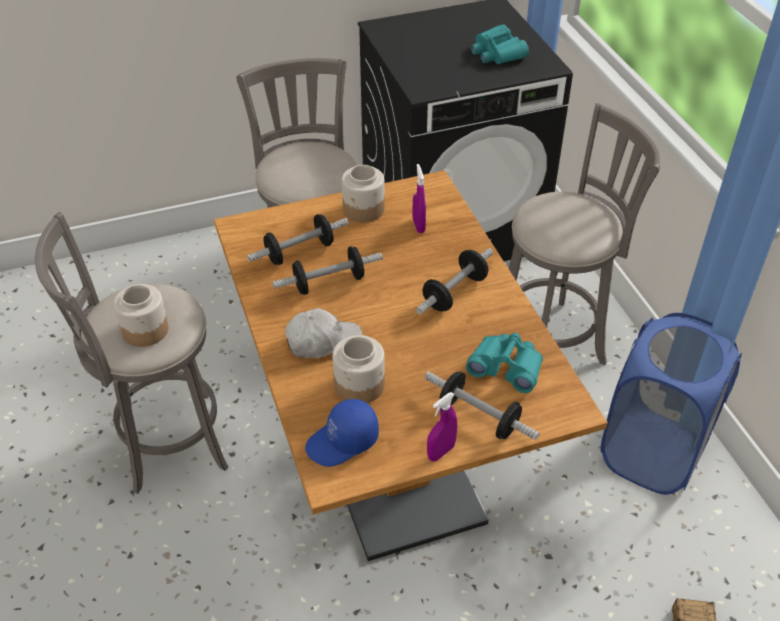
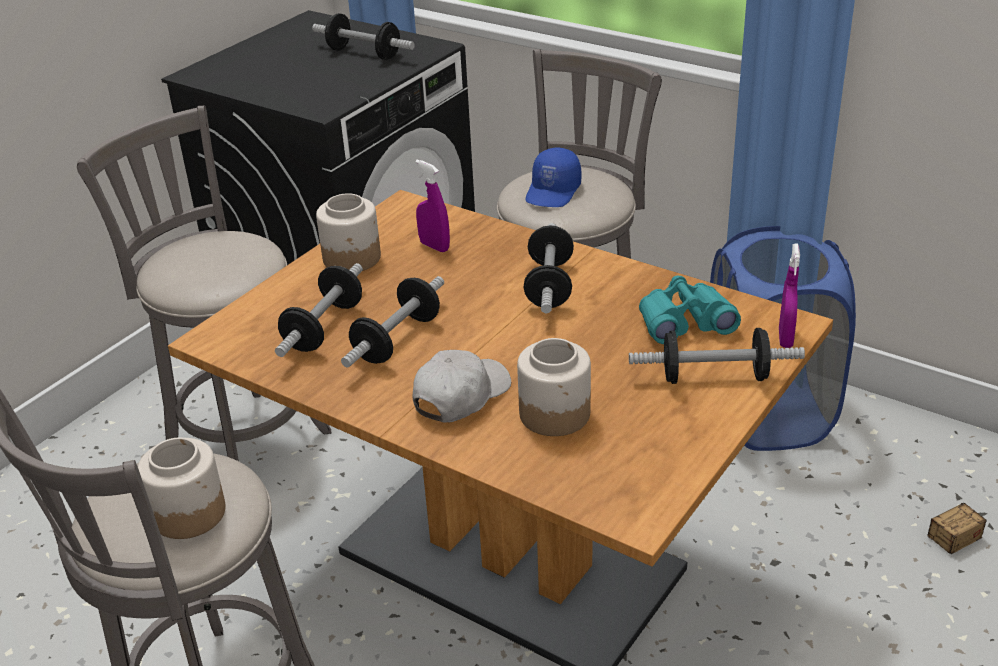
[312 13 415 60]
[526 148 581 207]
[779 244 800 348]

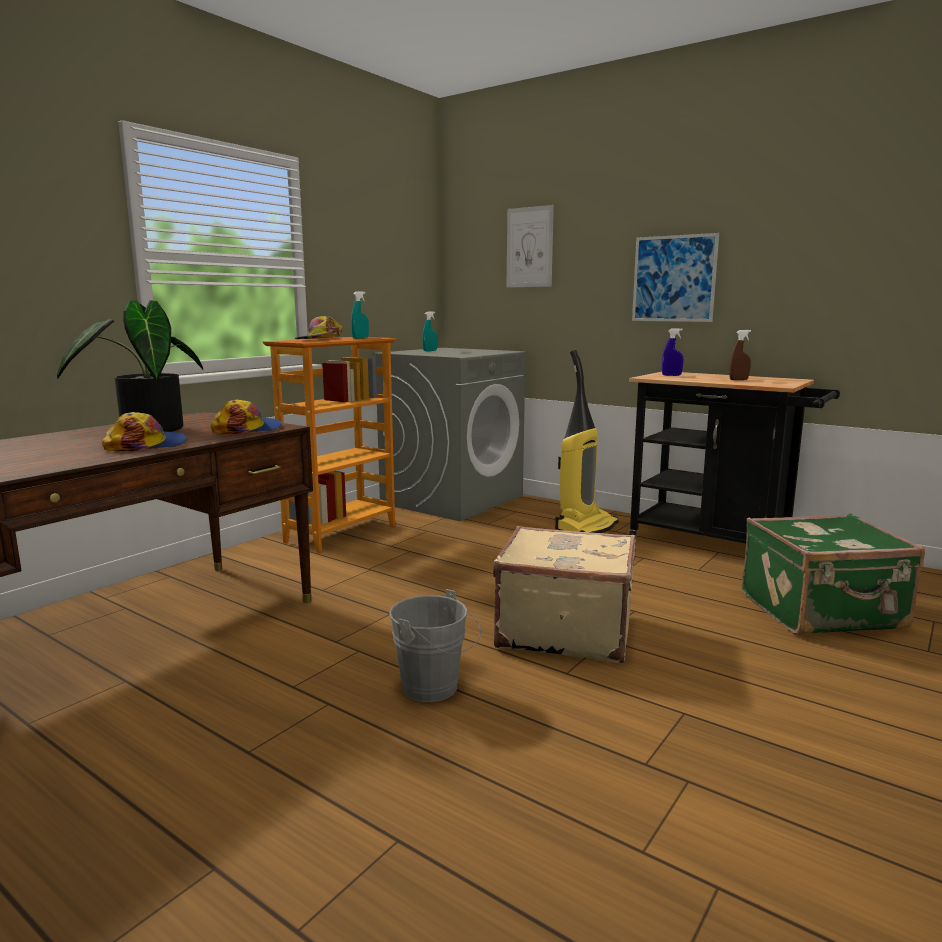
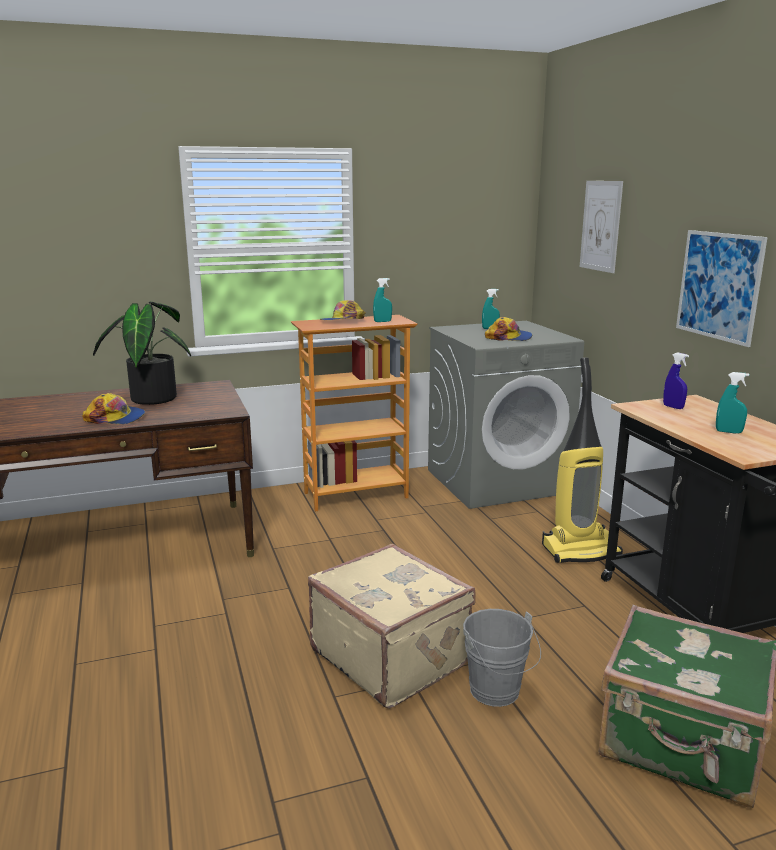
[463 609 541 707]
[485 317 532 341]
[716 372 749 434]

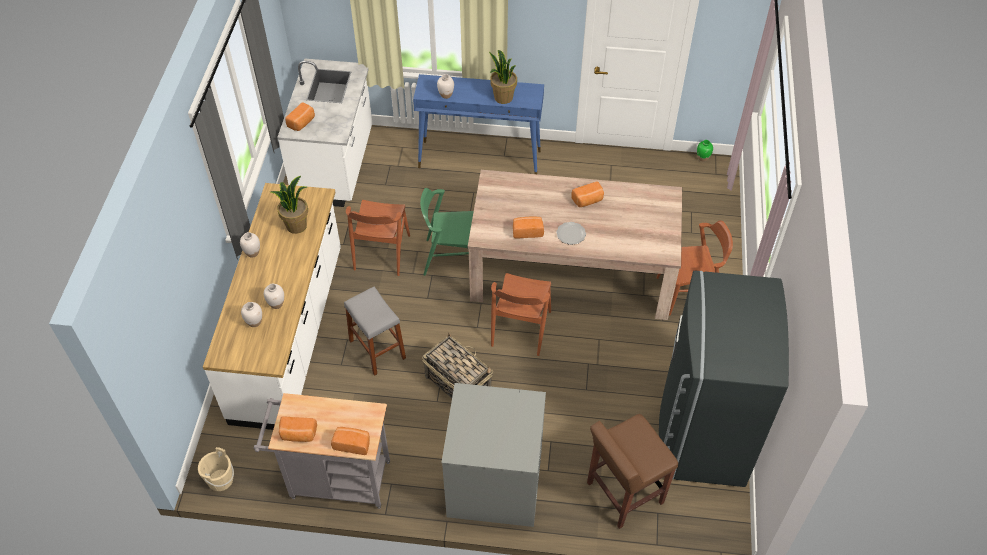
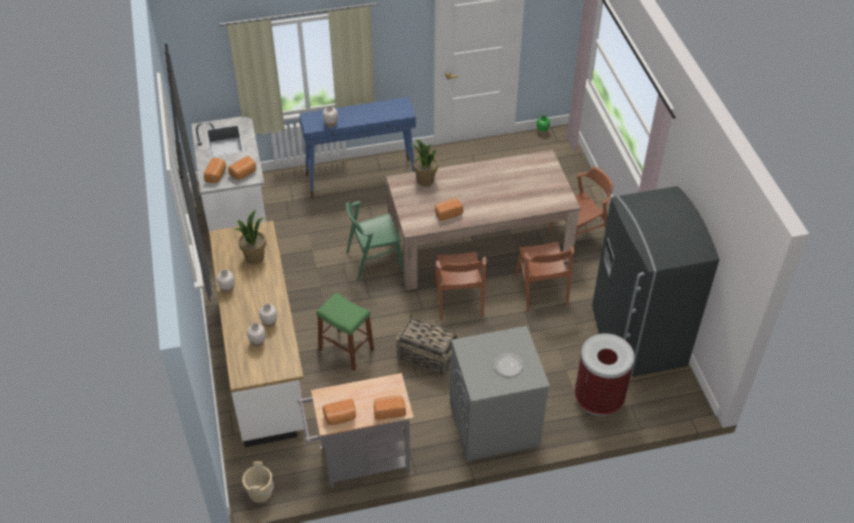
[228 156 256 180]
[316 292 374 371]
[410 140 438 186]
[494 353 523 376]
[515 242 574 312]
[575 333 635 416]

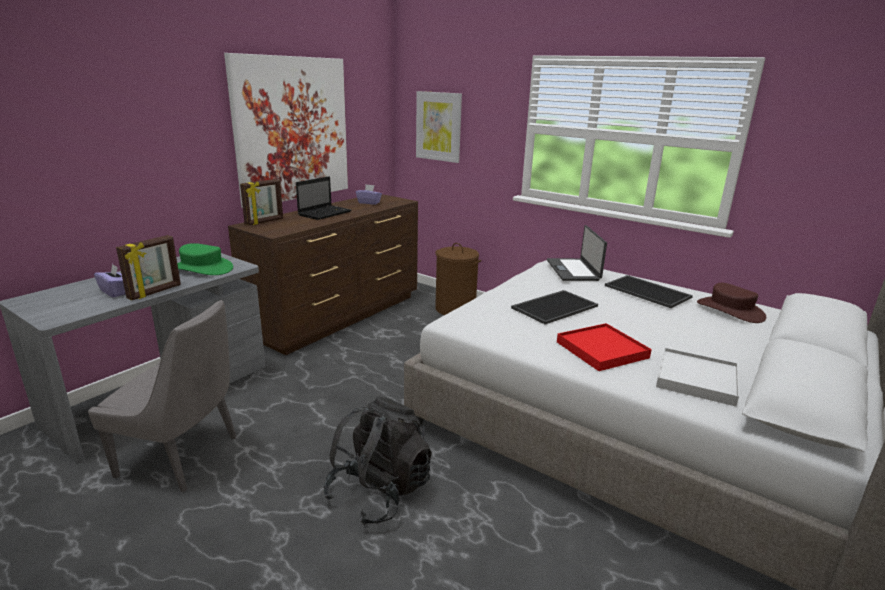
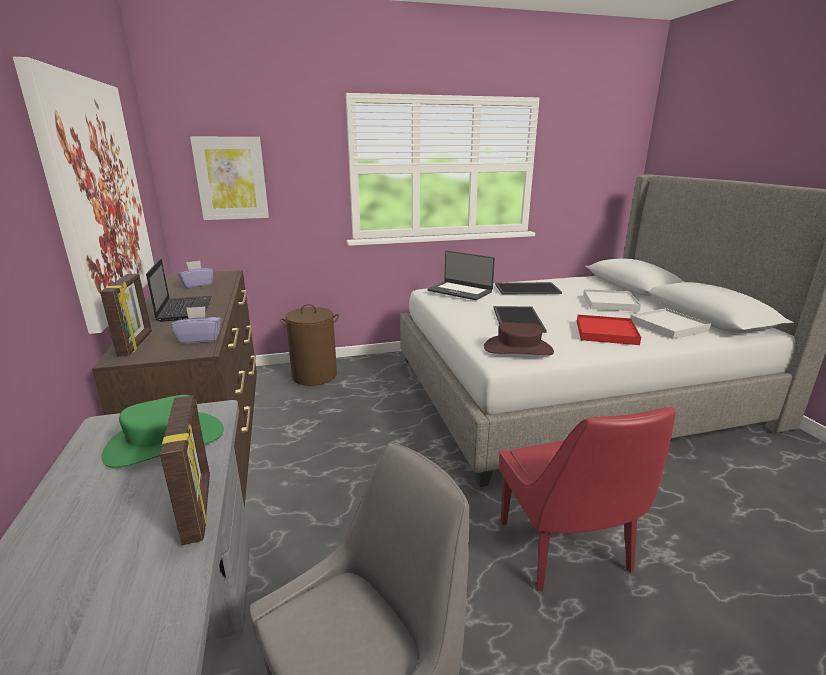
[171 306 221 344]
[484 322 554 356]
[499 407 676 591]
[583 289 641 312]

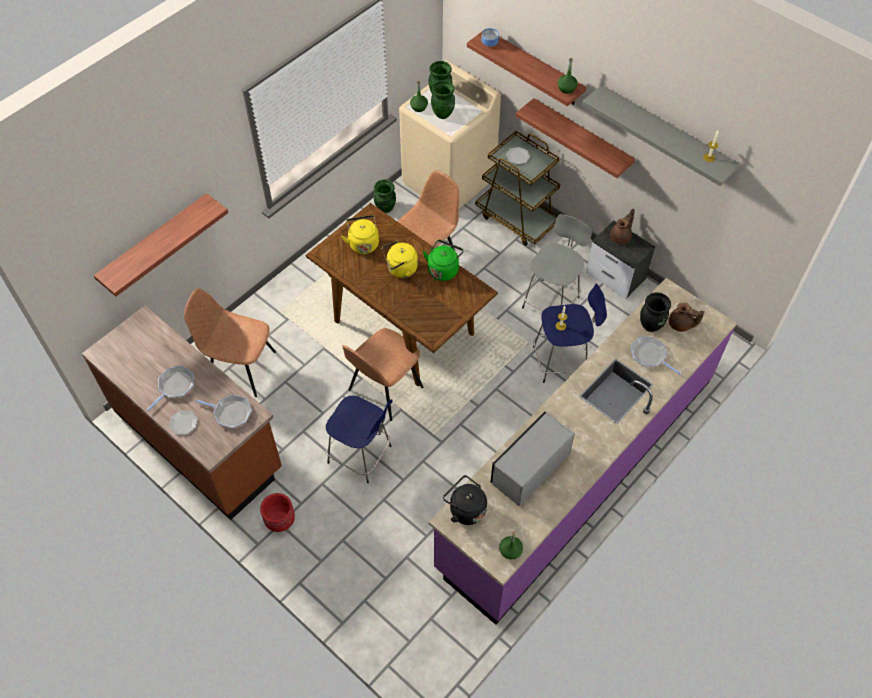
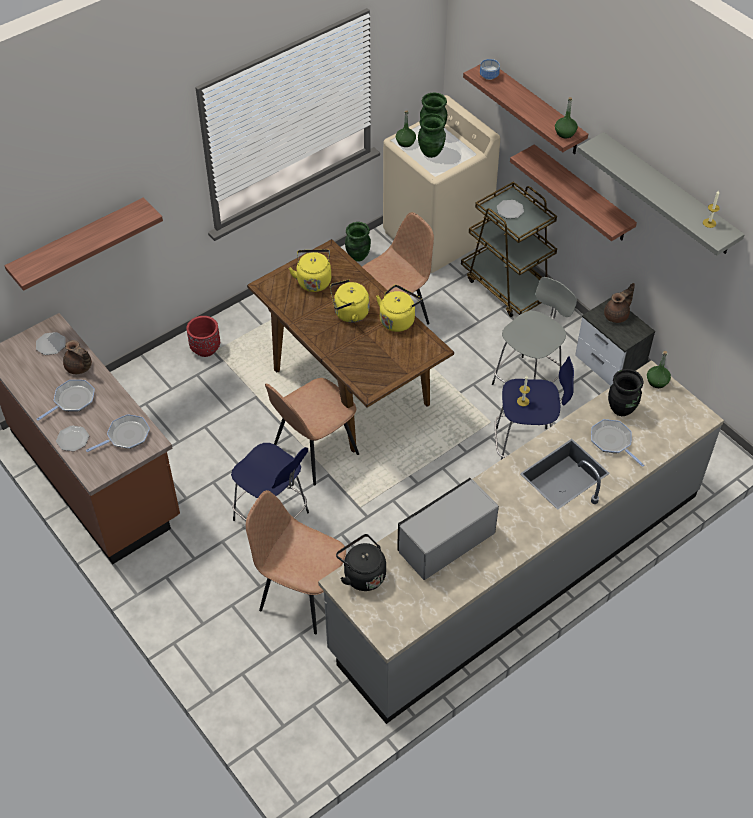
[36 332 66 355]
[63 340 92 374]
[86 414 150 452]
[186 316 220 357]
[246 490 346 634]
[318 360 724 724]
[376 285 422 332]
[647 351 671 388]

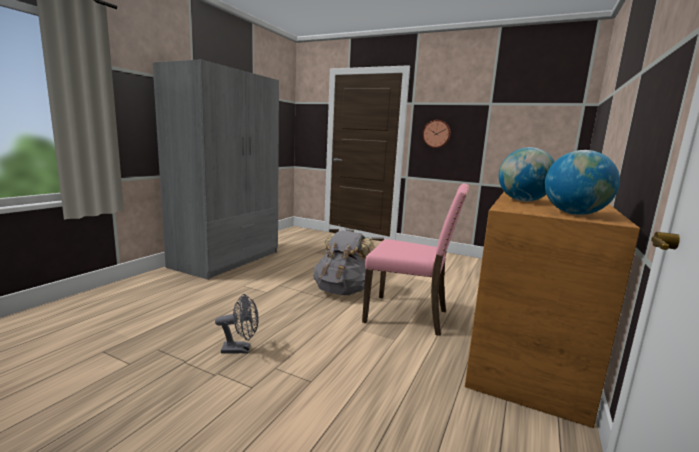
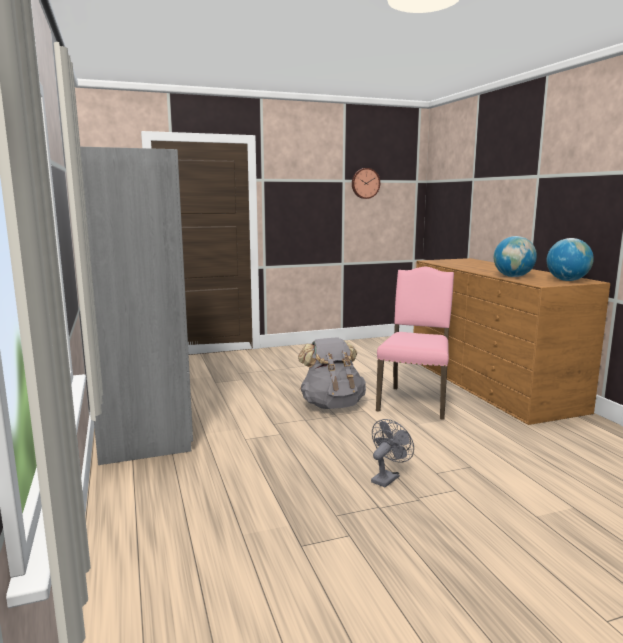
[352 168 380 199]
[376 266 454 420]

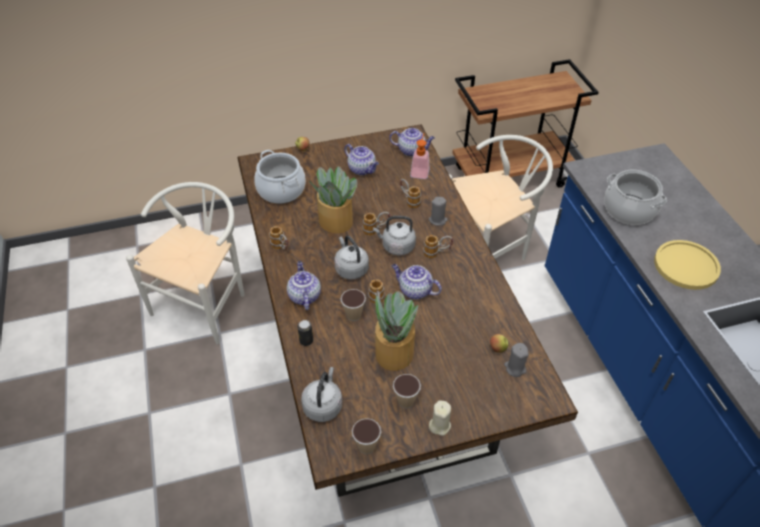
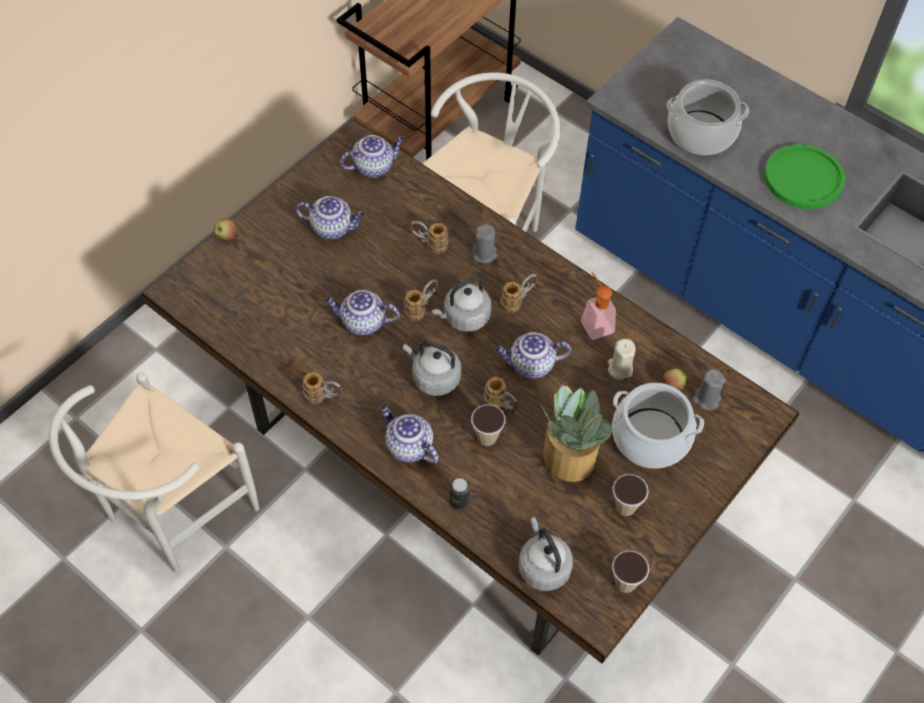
[49 372 259 572]
[325 290 399 336]
[581 272 616 340]
[608 339 636 380]
[612 383 704 469]
[765 144 845 209]

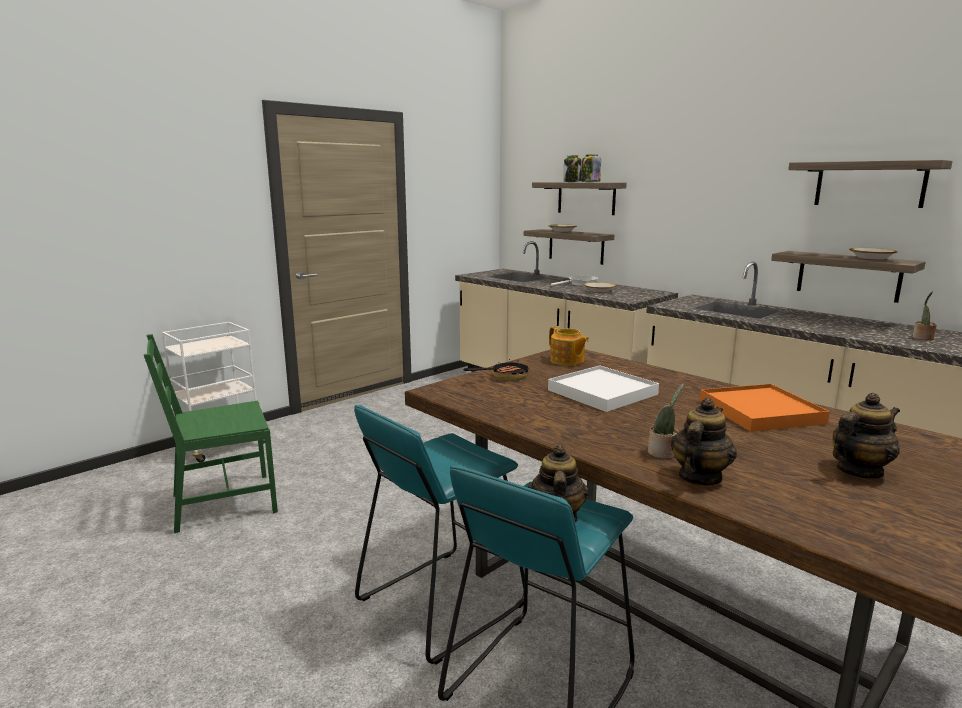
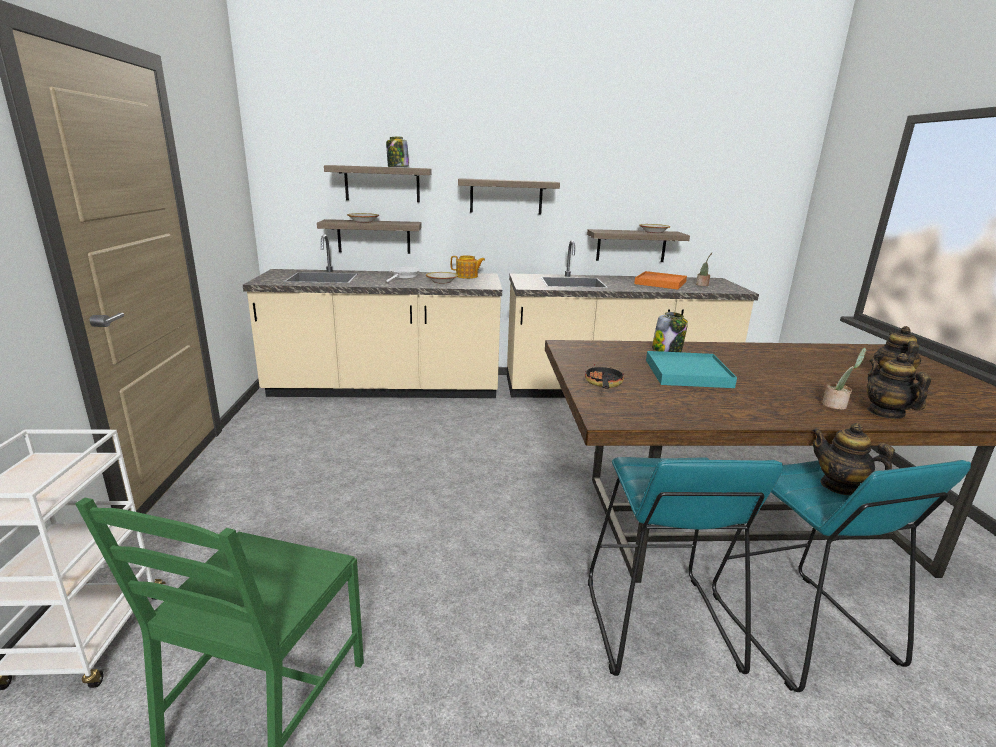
[451 255 485 279]
[458 178 560 214]
[634 271 687 290]
[646 351 737 388]
[652 312 688 352]

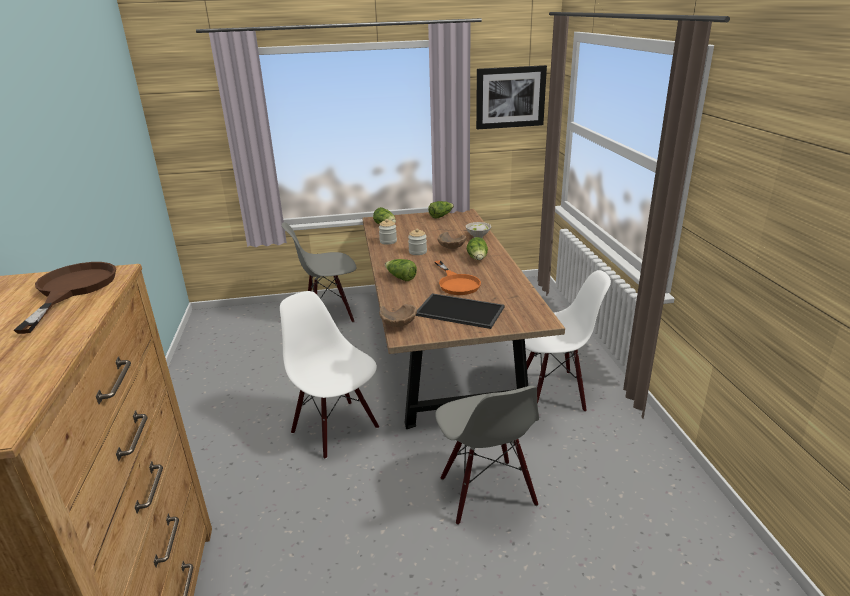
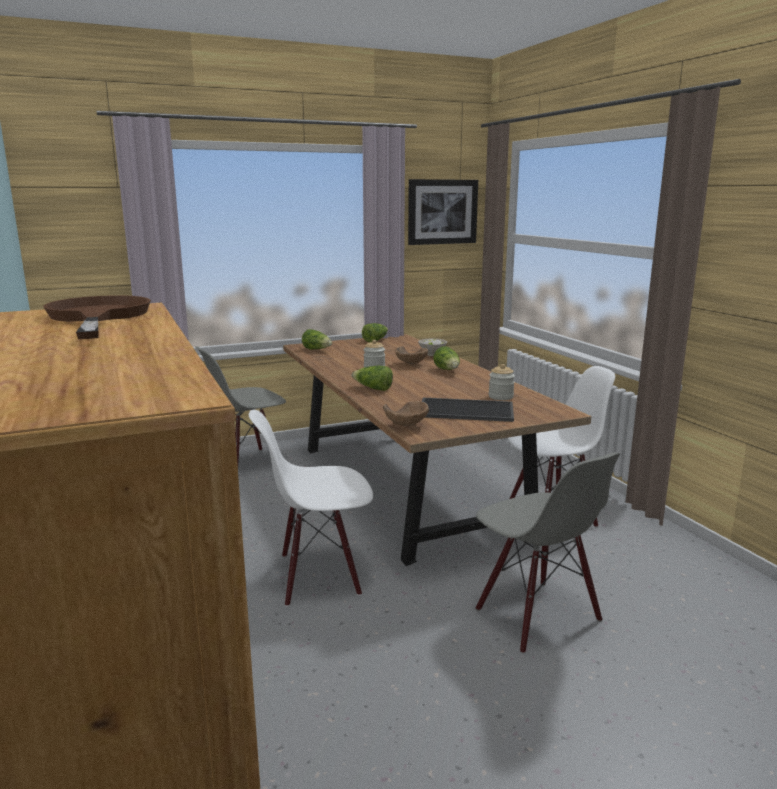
[249 410 373 607]
[489 364 515 400]
[435 260 481 295] (first image)

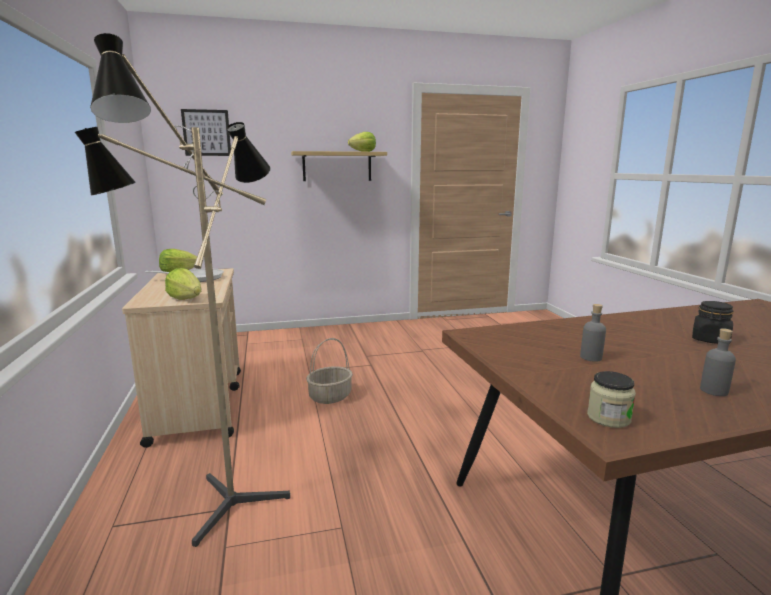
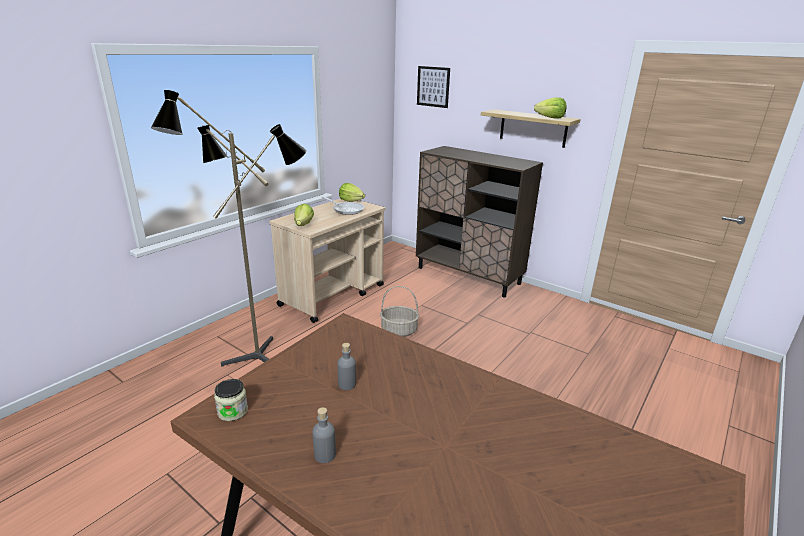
[416 146 543 297]
[692 301 734 344] (first image)

